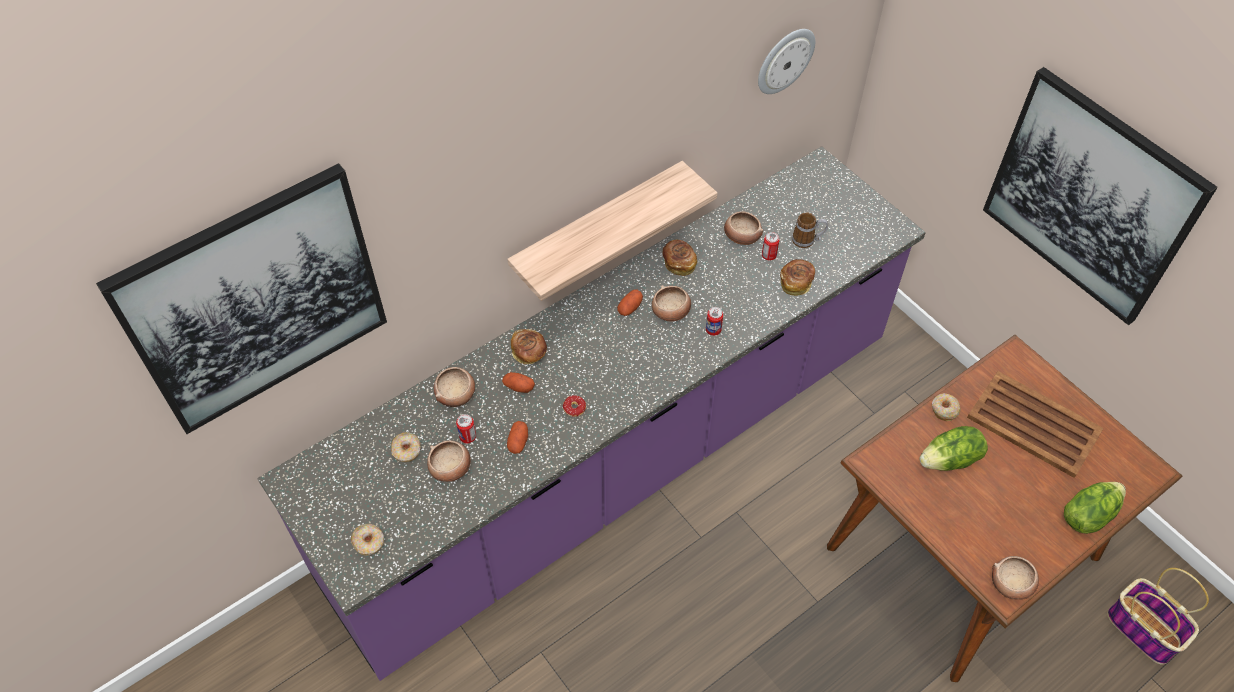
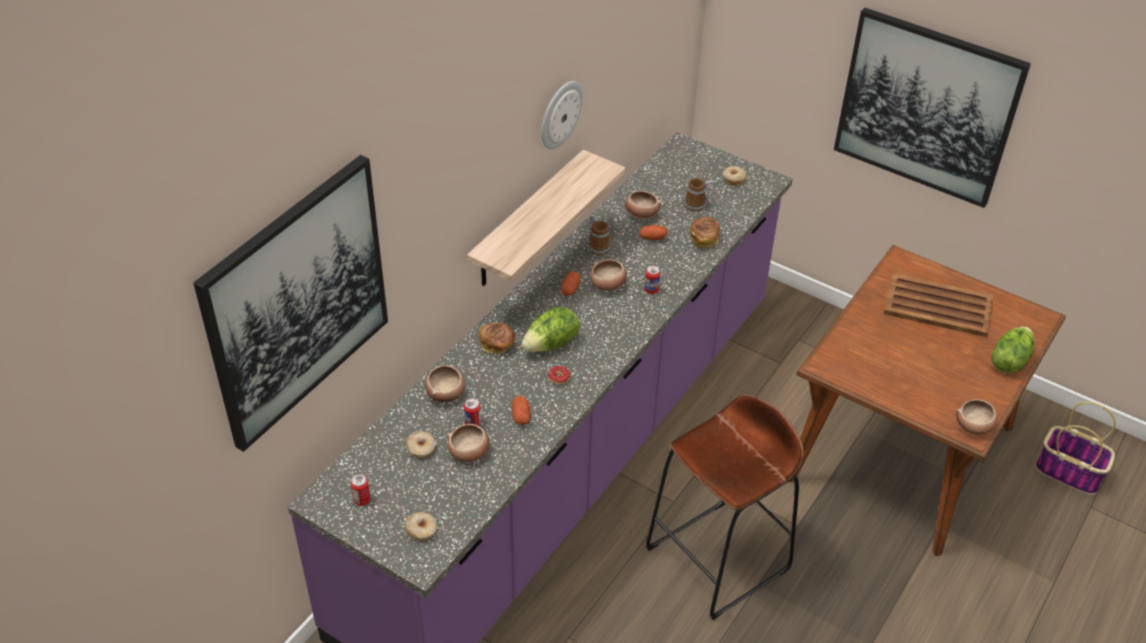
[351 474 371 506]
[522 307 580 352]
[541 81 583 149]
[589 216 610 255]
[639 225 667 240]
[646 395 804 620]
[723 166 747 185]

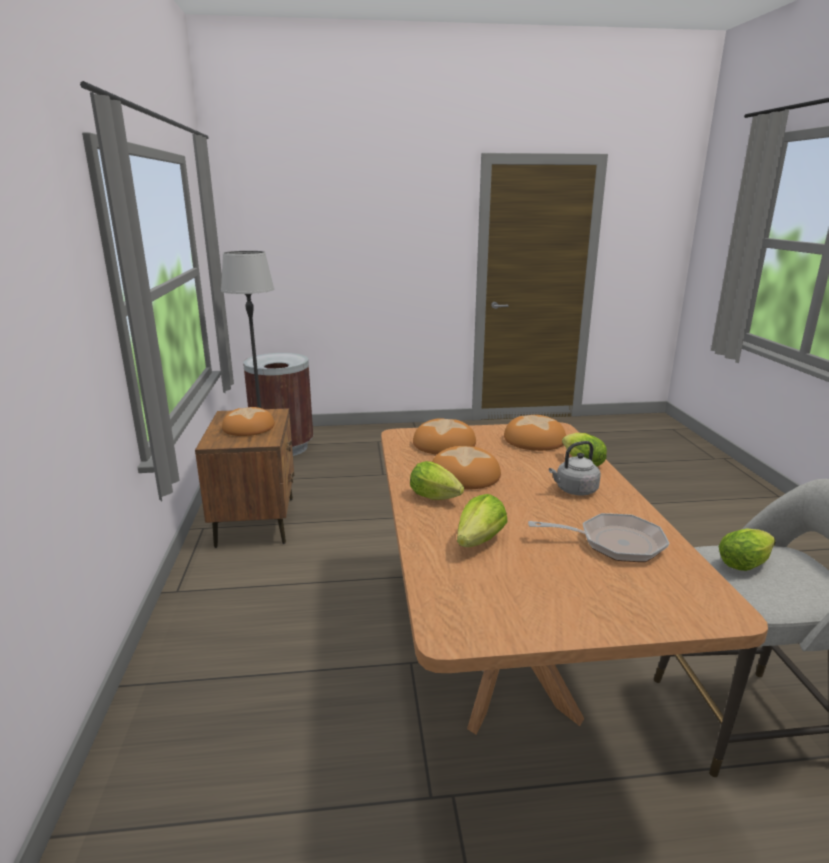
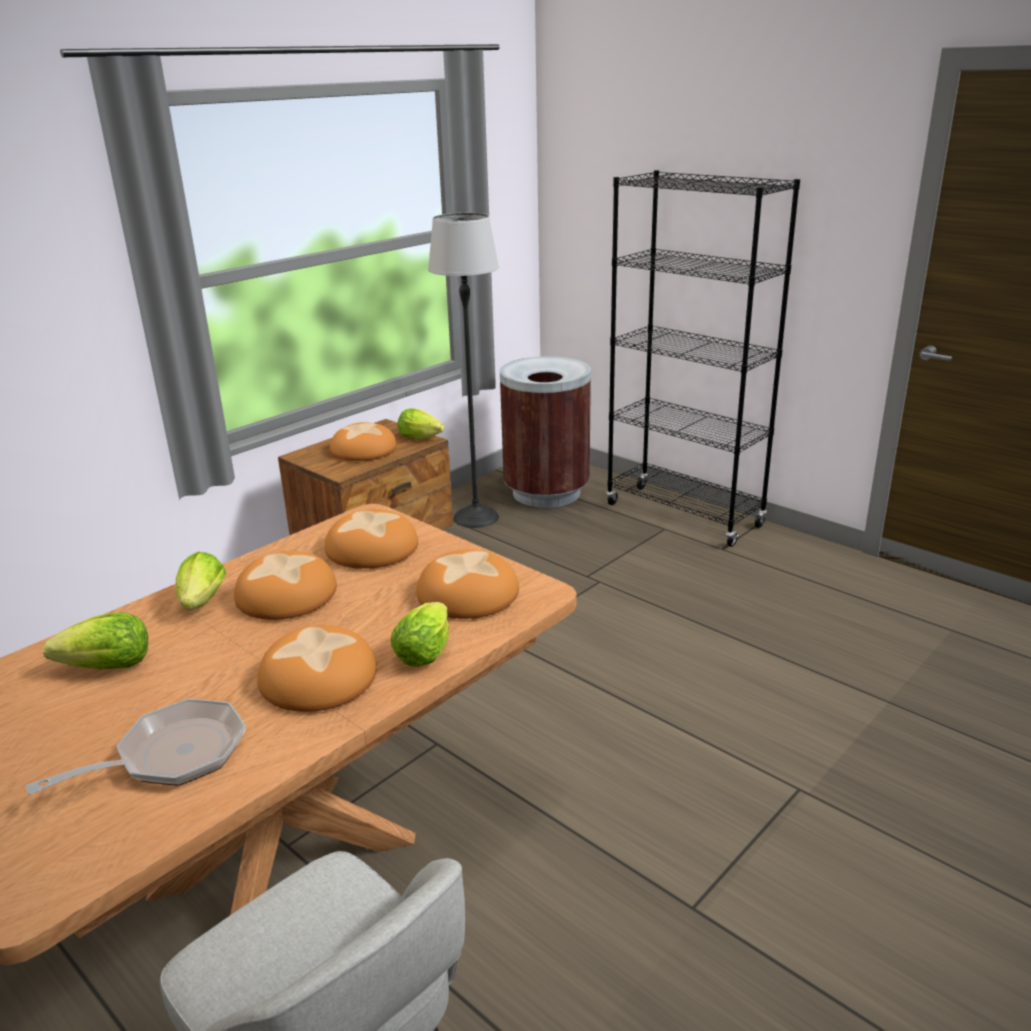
[25 699 246 795]
[257 625 377 712]
[398 408 444 440]
[606 170 800 547]

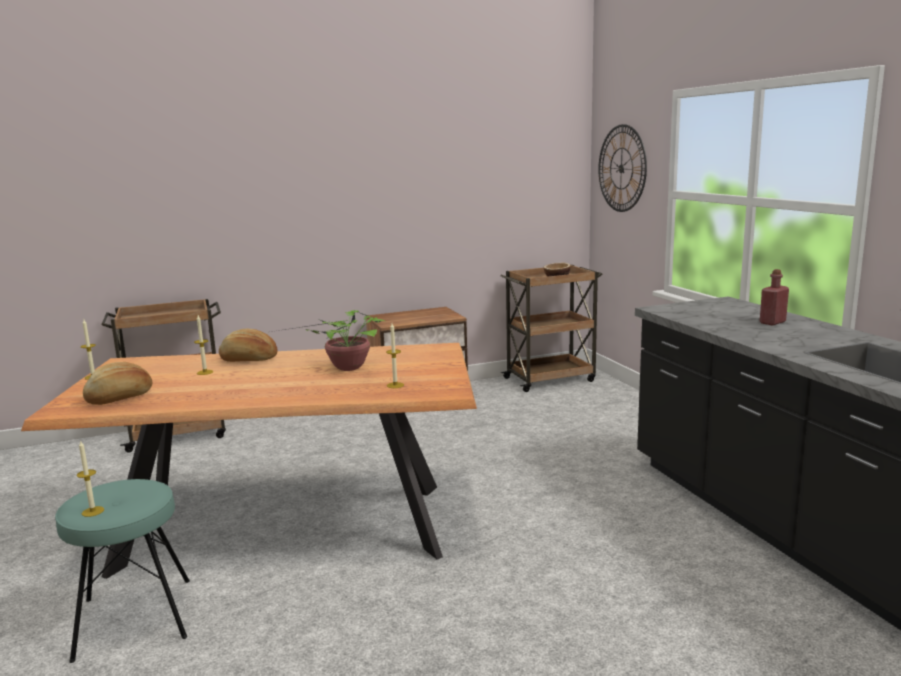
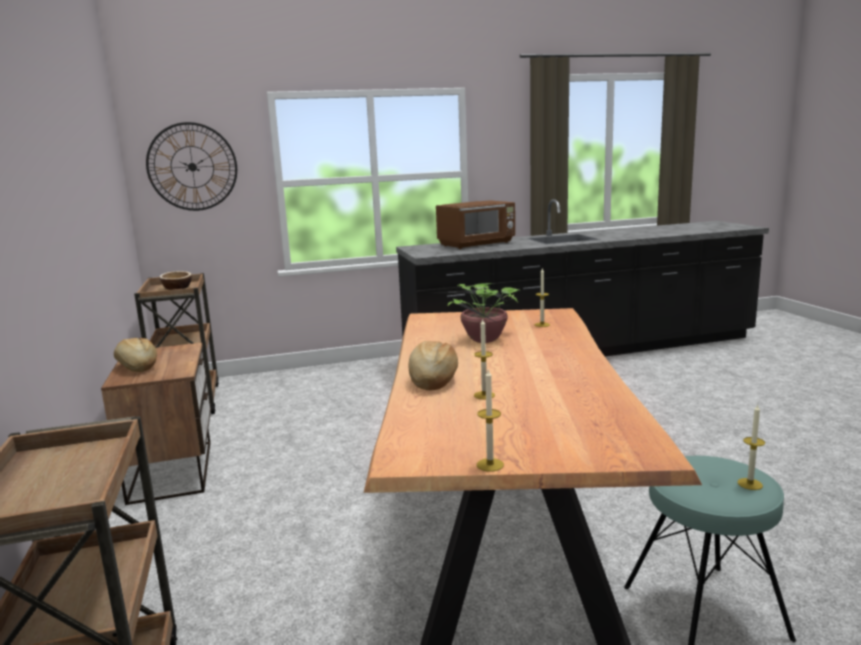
[114 338 157 372]
[436 200 515 249]

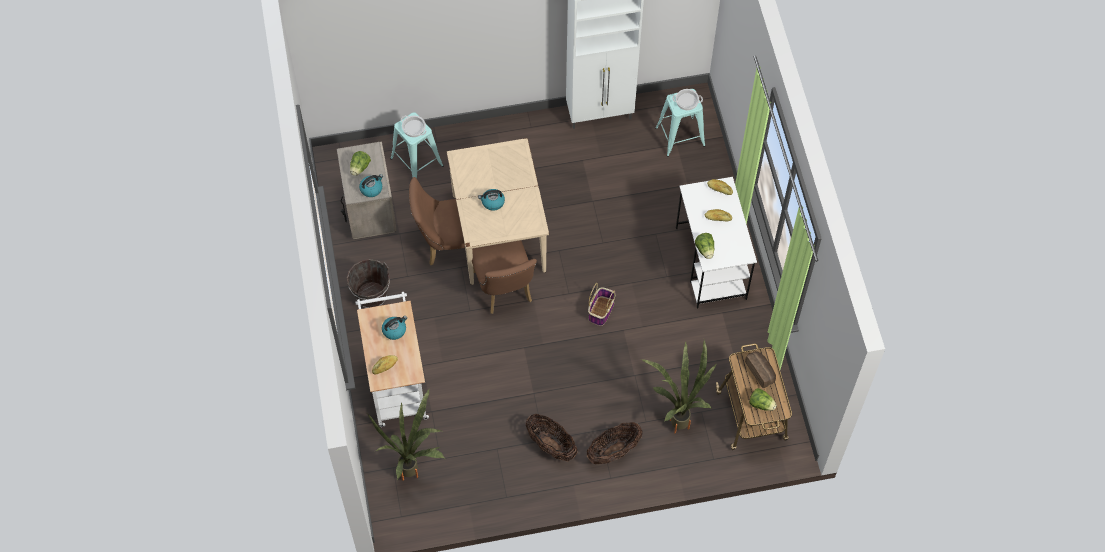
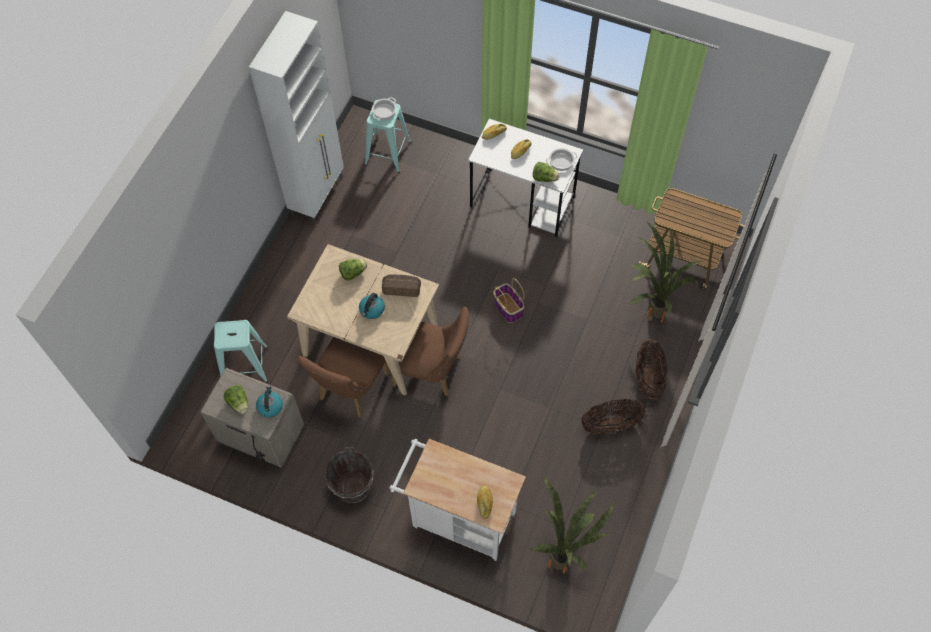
[339 259 367 281]
[382 274 421 297]
[546 148 577 171]
[382 316 407 340] (first image)

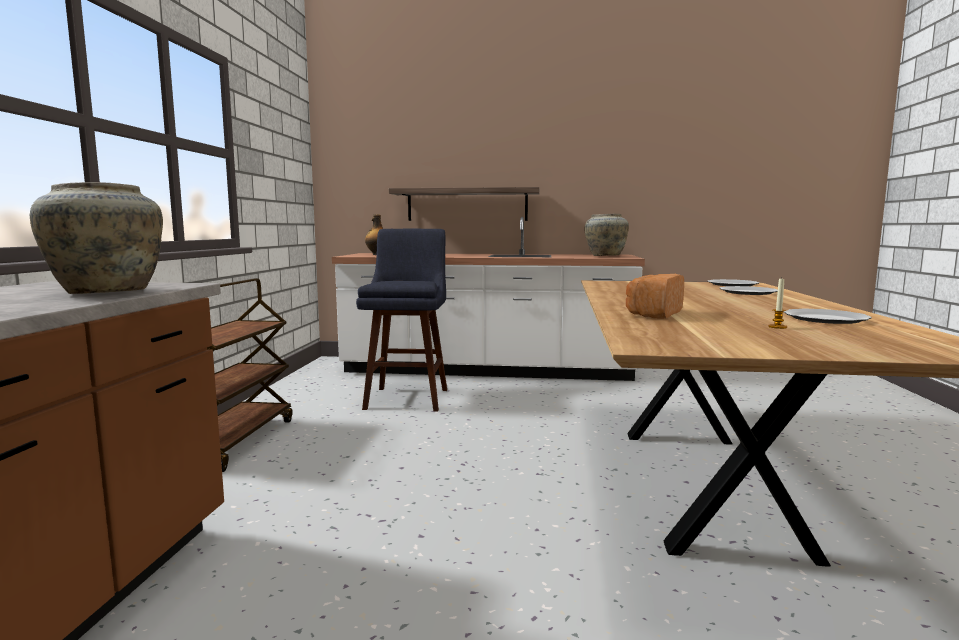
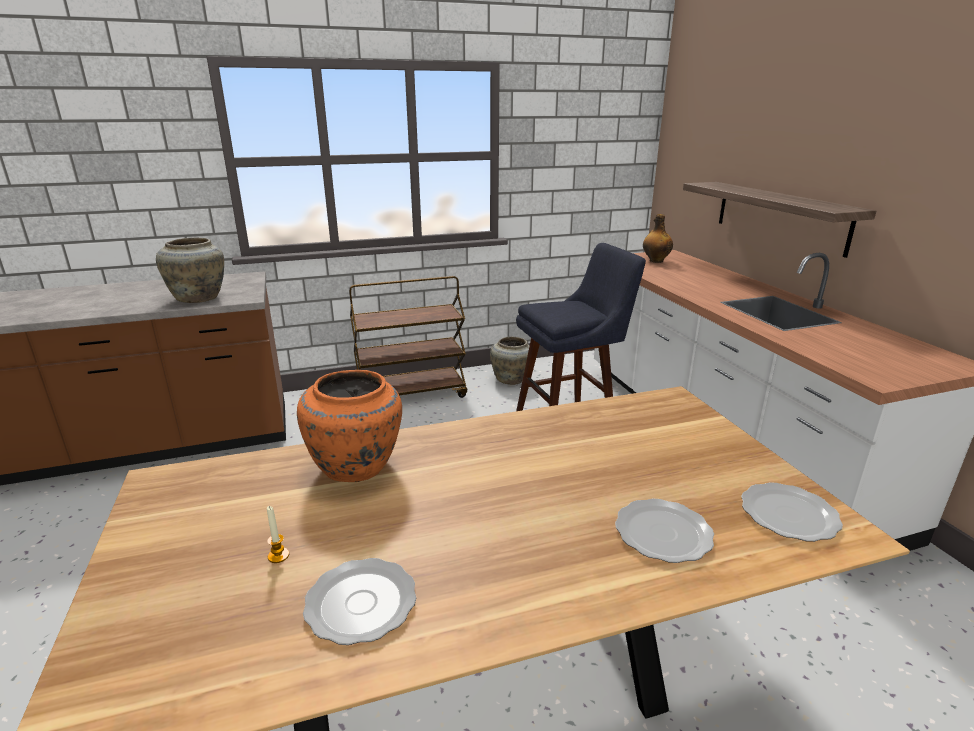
[297 370 402 482]
[490 337 530 385]

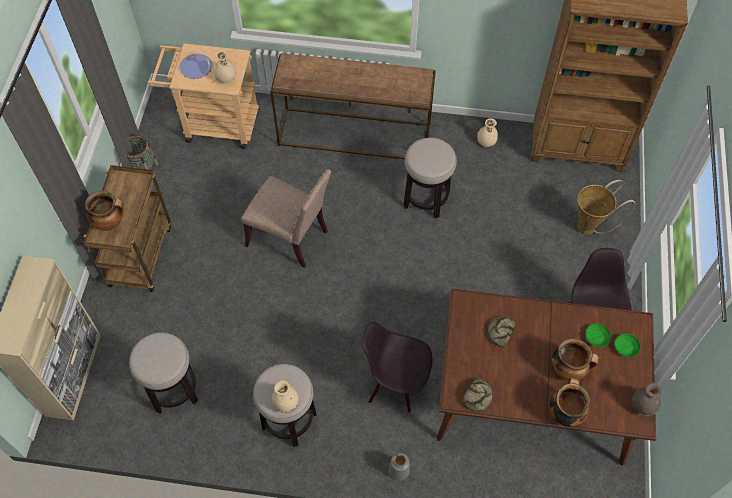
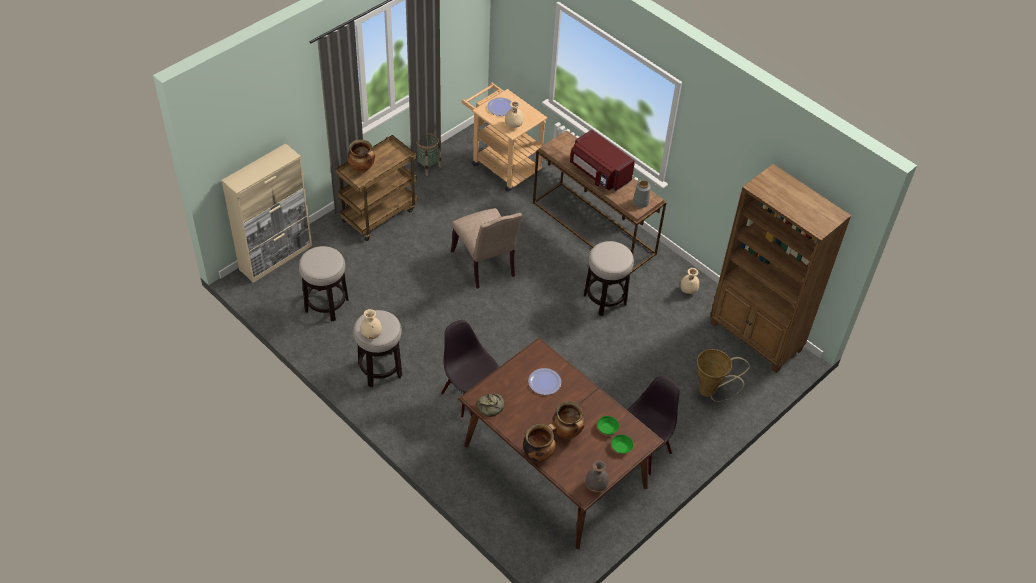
[528 368 561 395]
[570 130 635 191]
[633 180 651 208]

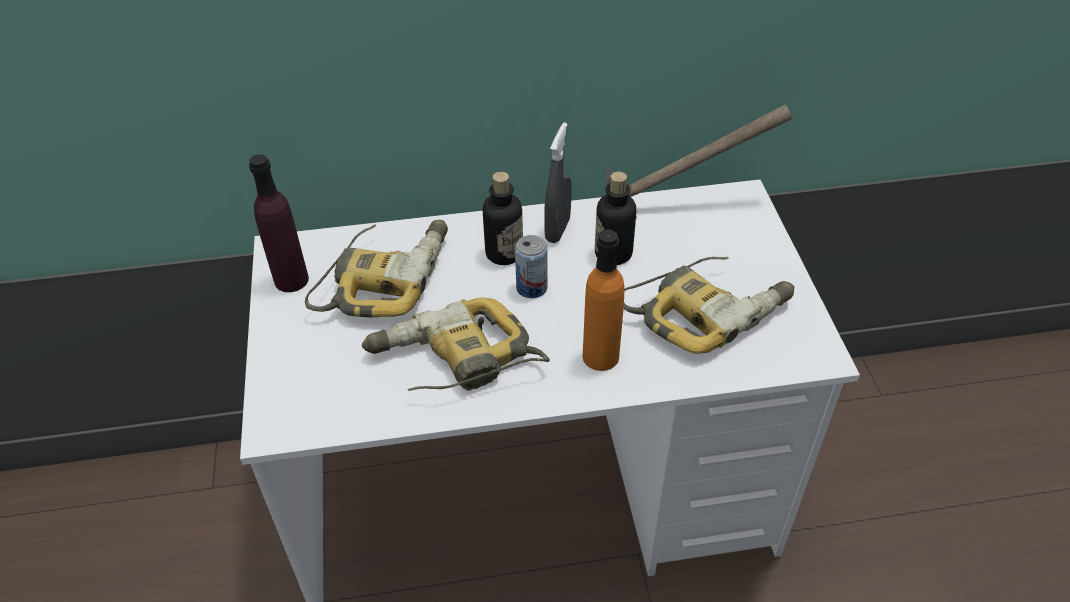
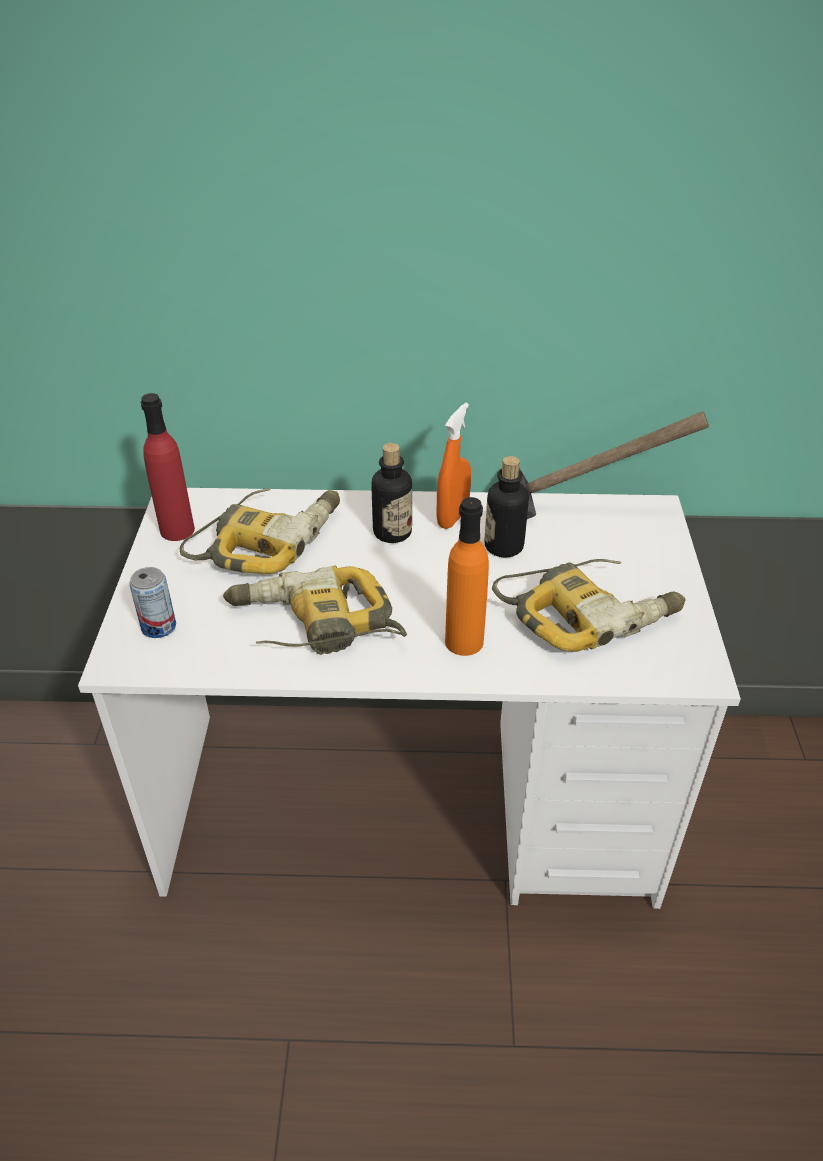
[129 567 176 638]
[141 393 195 541]
[436 403 471 529]

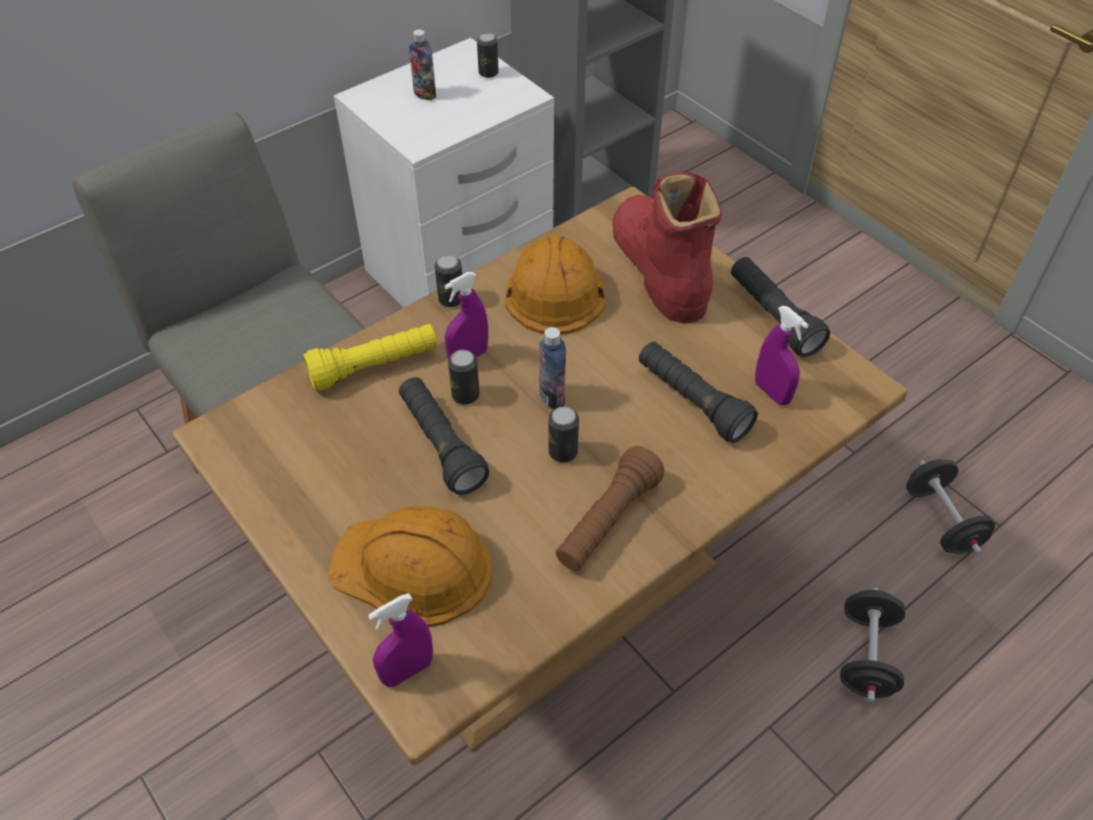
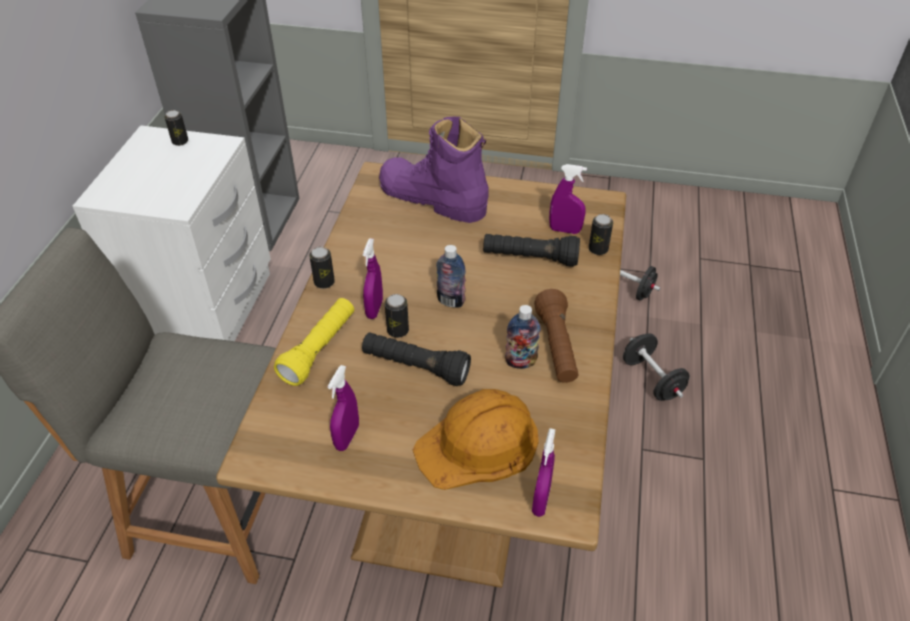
[327 365 359 451]
[379 117 489 223]
[505 305 541 369]
[589 214 613 255]
[505 235 605 335] (first image)
[731 257 830 357] (first image)

